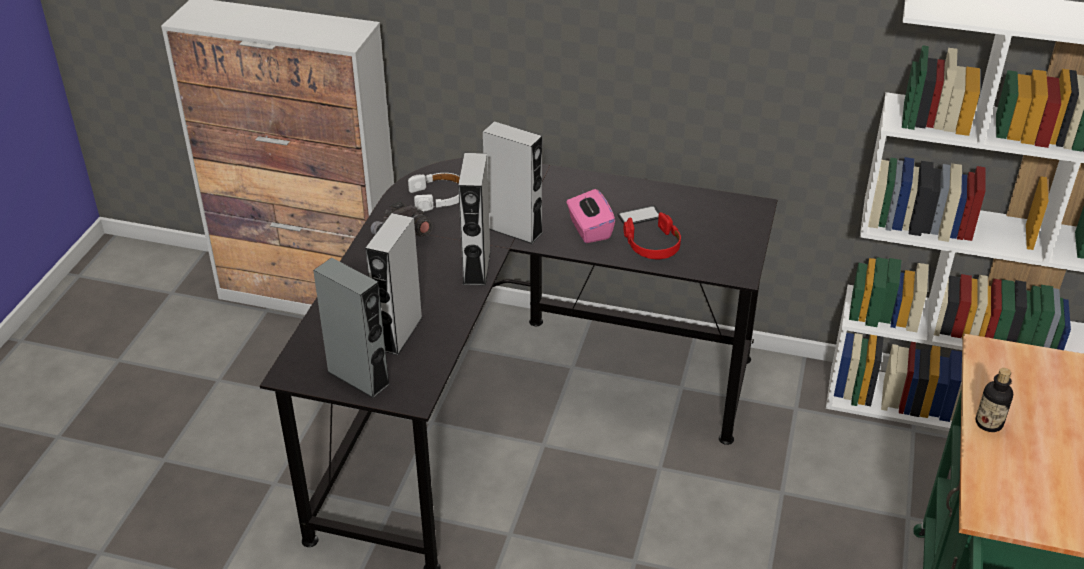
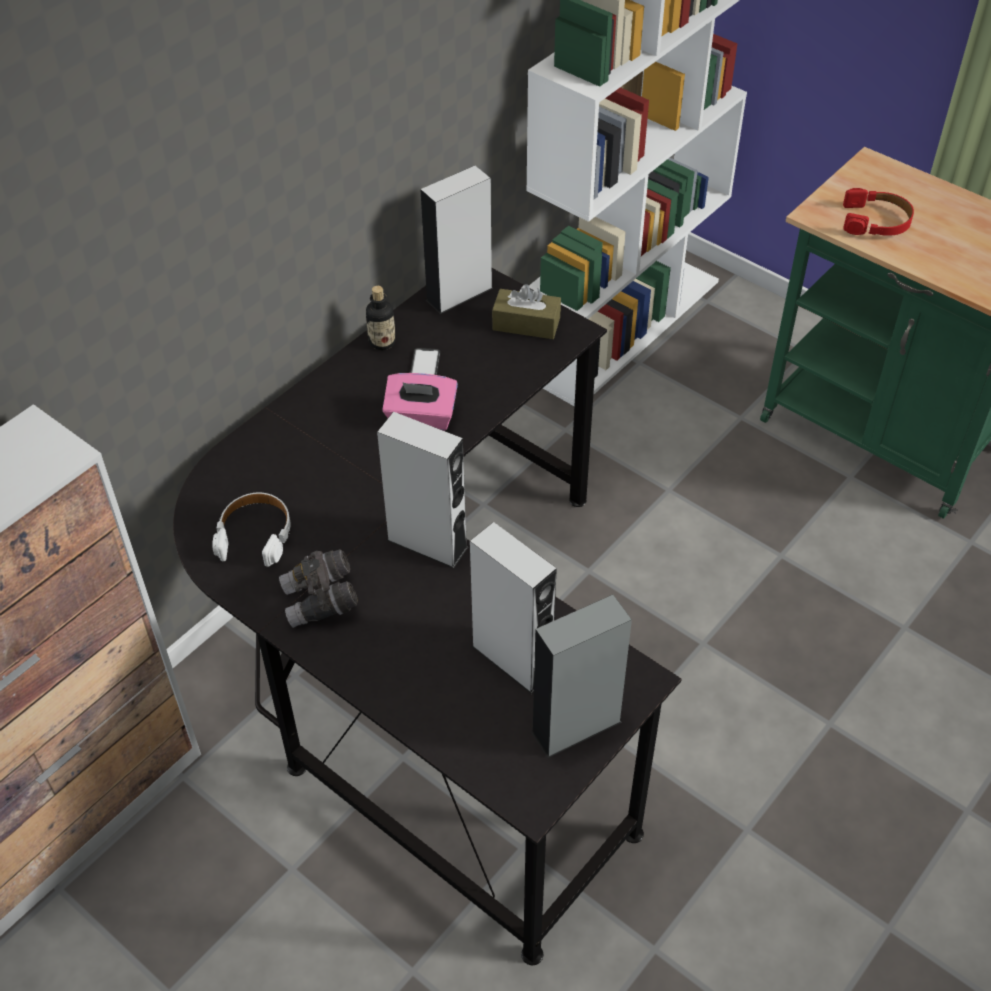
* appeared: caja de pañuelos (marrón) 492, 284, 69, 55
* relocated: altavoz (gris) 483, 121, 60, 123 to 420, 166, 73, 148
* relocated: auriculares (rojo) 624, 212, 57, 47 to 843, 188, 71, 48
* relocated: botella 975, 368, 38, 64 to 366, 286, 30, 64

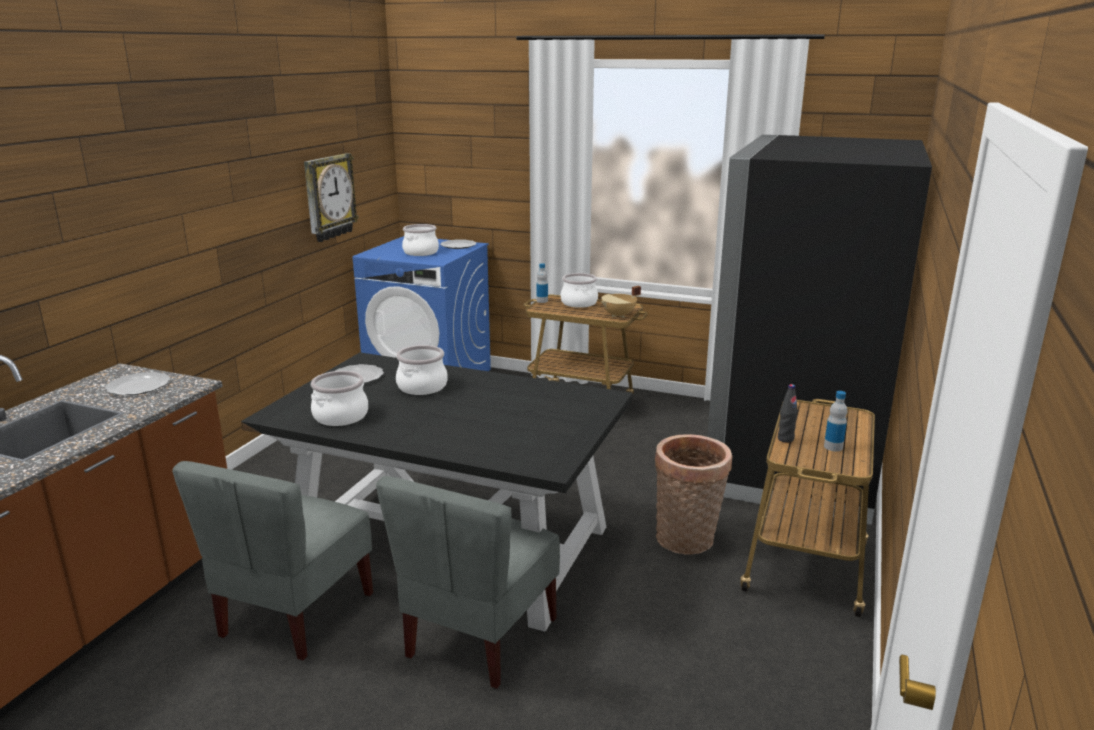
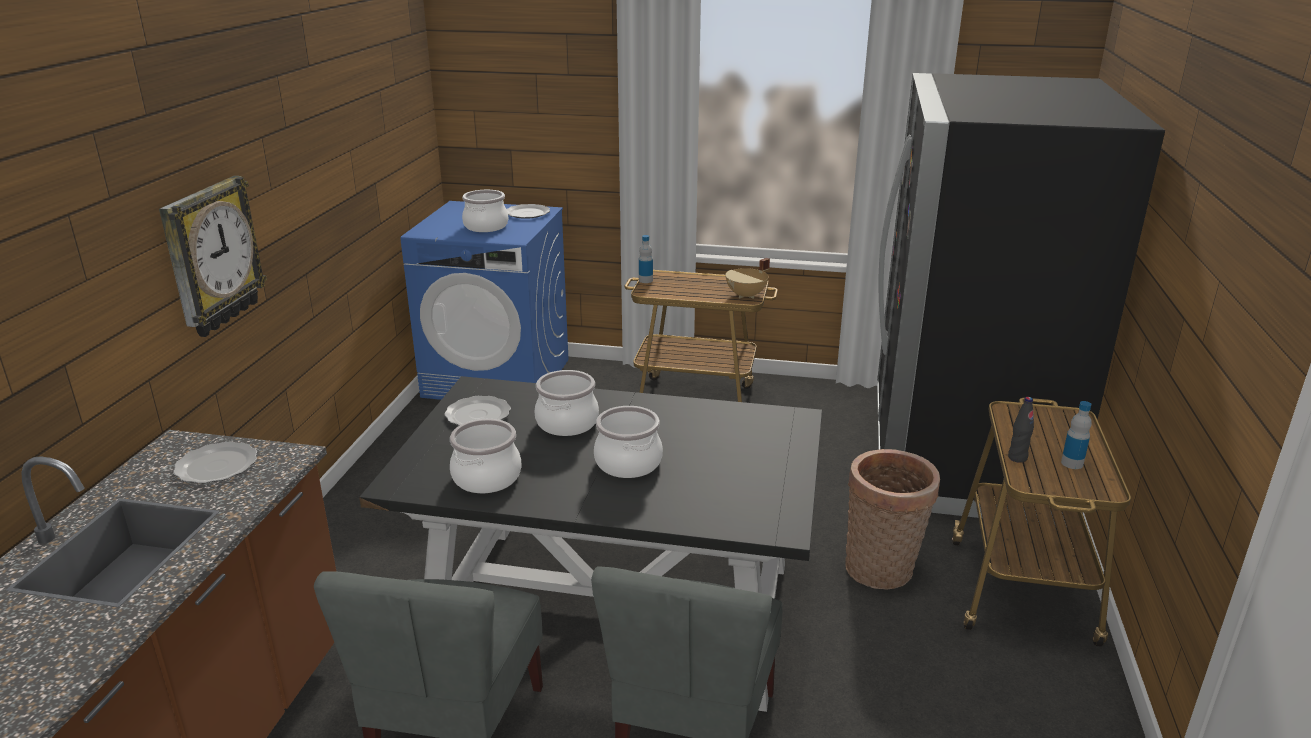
* relocated: reloj de pared 304, 153, 55, 89 to 159, 176, 108, 161
* relocated: olla 561, 273, 37, 35 to 594, 406, 69, 72

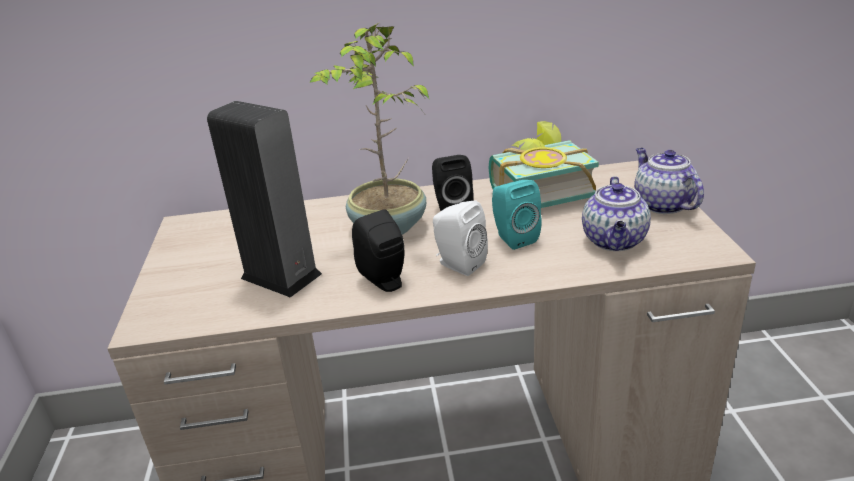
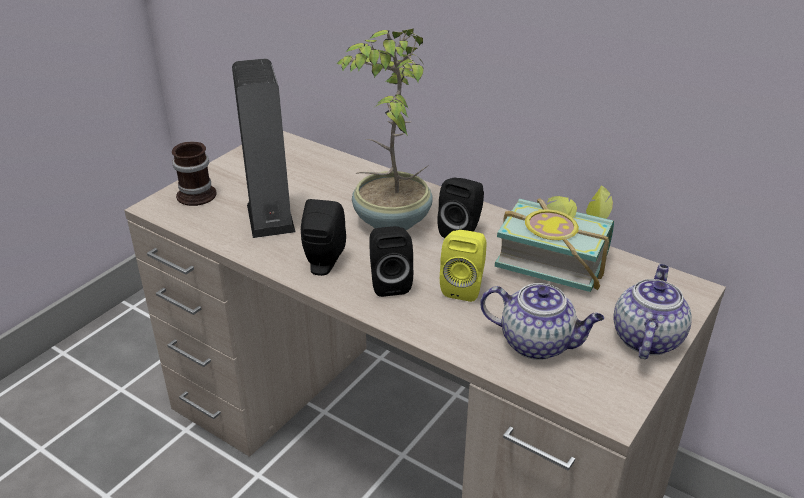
* appeared: taza grande 172, 142, 45, 64
* colour: altavoz (blanco) 433, 200, 55, 76 to altavoz (negro) 370, 226, 43, 71
* colour: altavoz (turquesa) 492, 180, 50, 70 to altavoz (amarillo) 440, 230, 47, 72
* spun: tetera 582, 176, 69, 75 = 480, 283, 124, 77 120 degrees counterclockwise

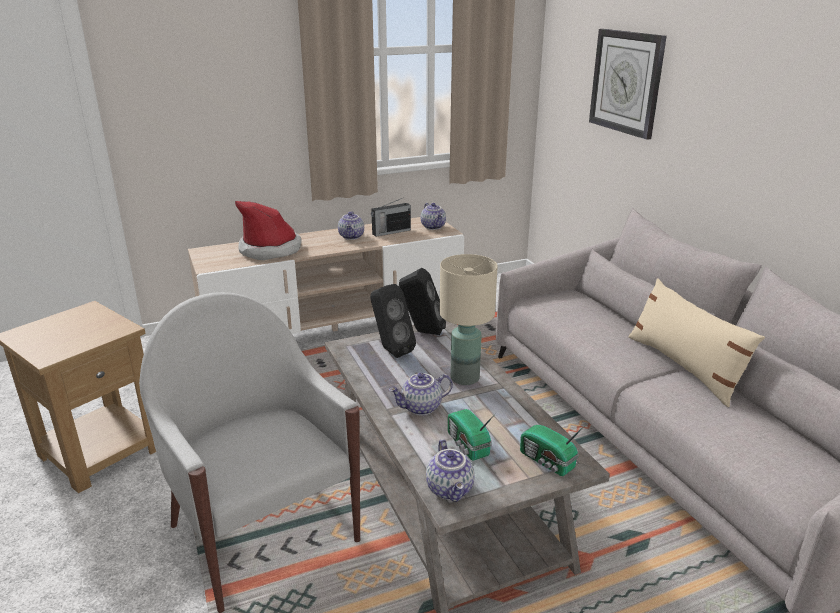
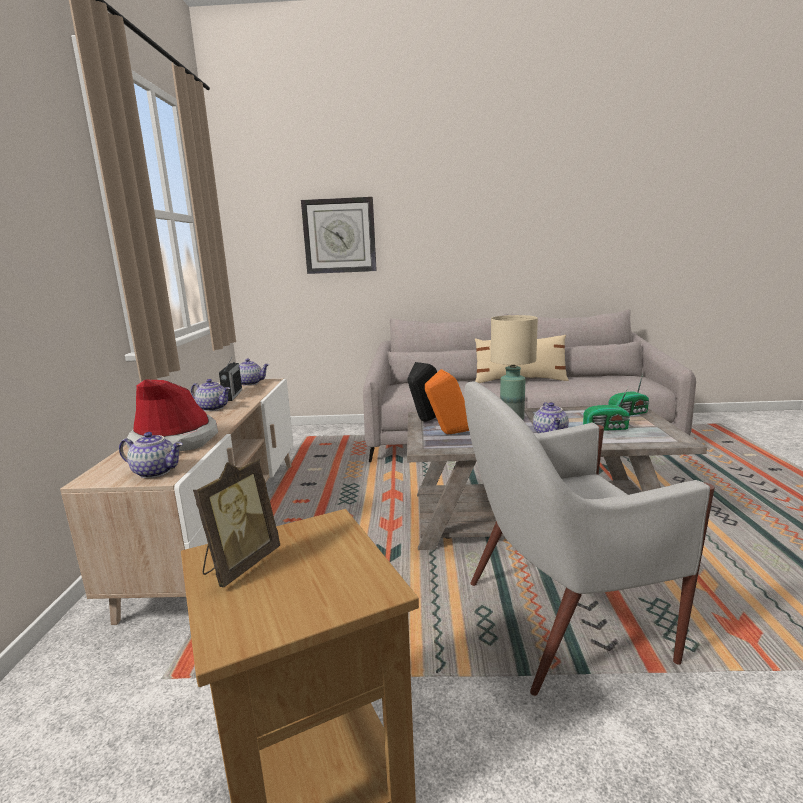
* appeared: portarretratos 193, 459, 87, 129
* relocated: tetera 426, 439, 48, 63 to 119, 432, 64, 46
* colour: altavoz (negro) 370, 284, 46, 74 to altavoz (naranja) 425, 369, 44, 65

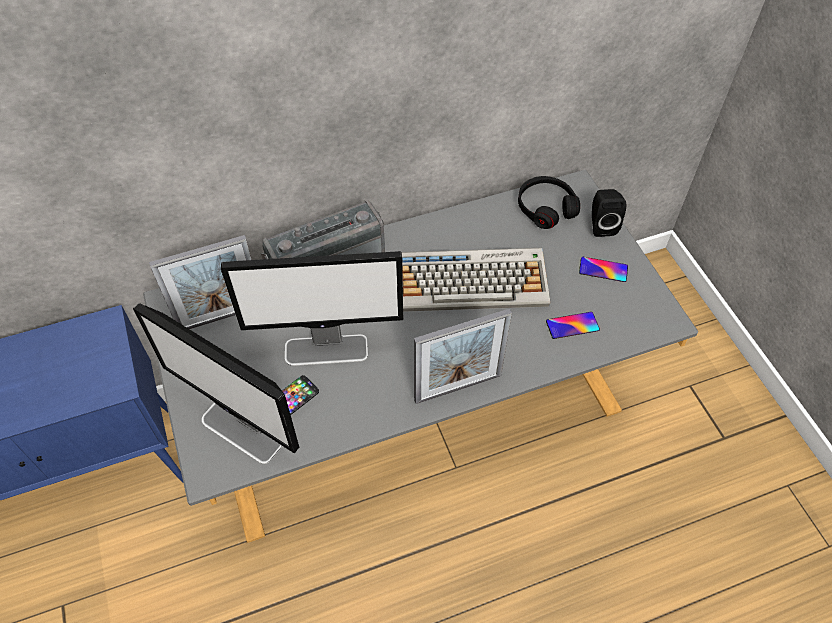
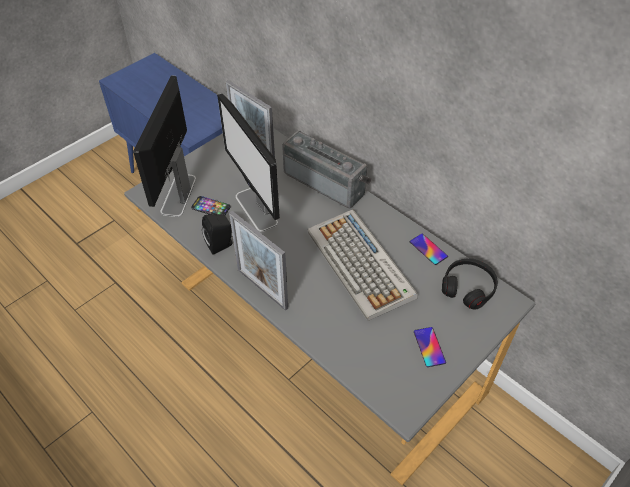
* relocated: móvil 546, 312, 54, 27 to 410, 234, 38, 31
* relocated: altavoz (negro) 592, 189, 34, 48 to 202, 214, 31, 41

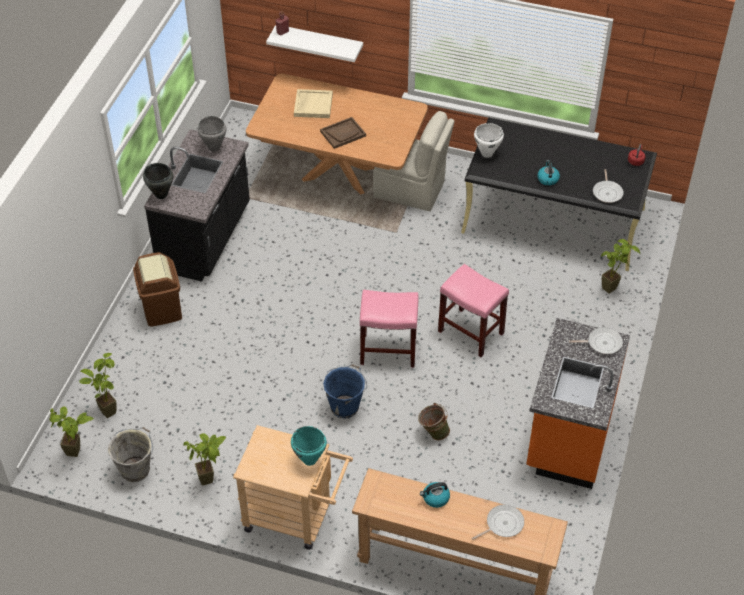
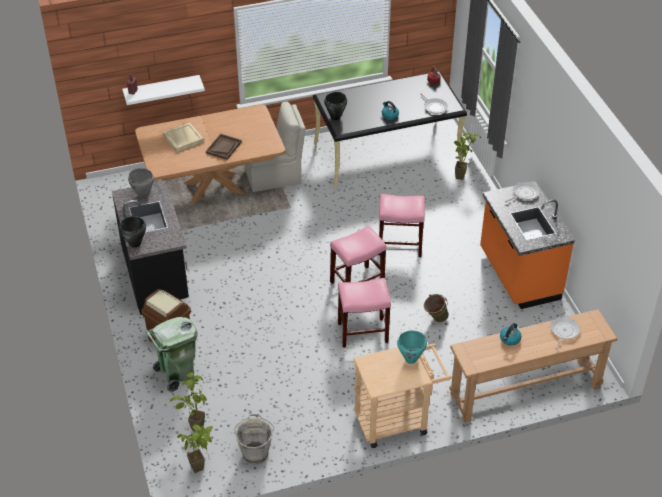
* missing: planta en maceta 183, 433, 43, 53
* appeared: papelera (verde) 145, 317, 52, 75
* exchanged: cubo (azul) 323, 364, 44, 55 to taburete (rosa) 338, 278, 53, 70
* colour: olla (blanco) 474, 123, 30, 35 to olla (negro) 324, 92, 23, 28

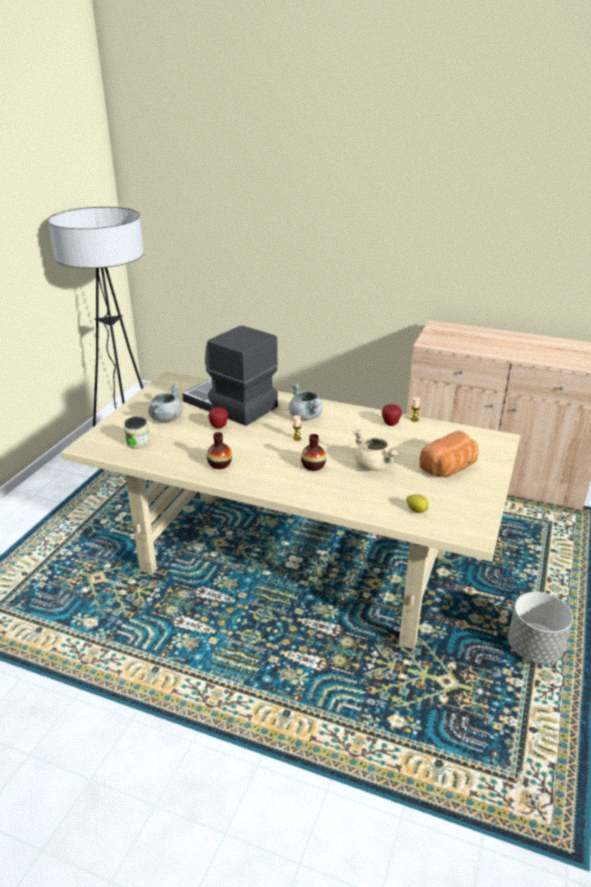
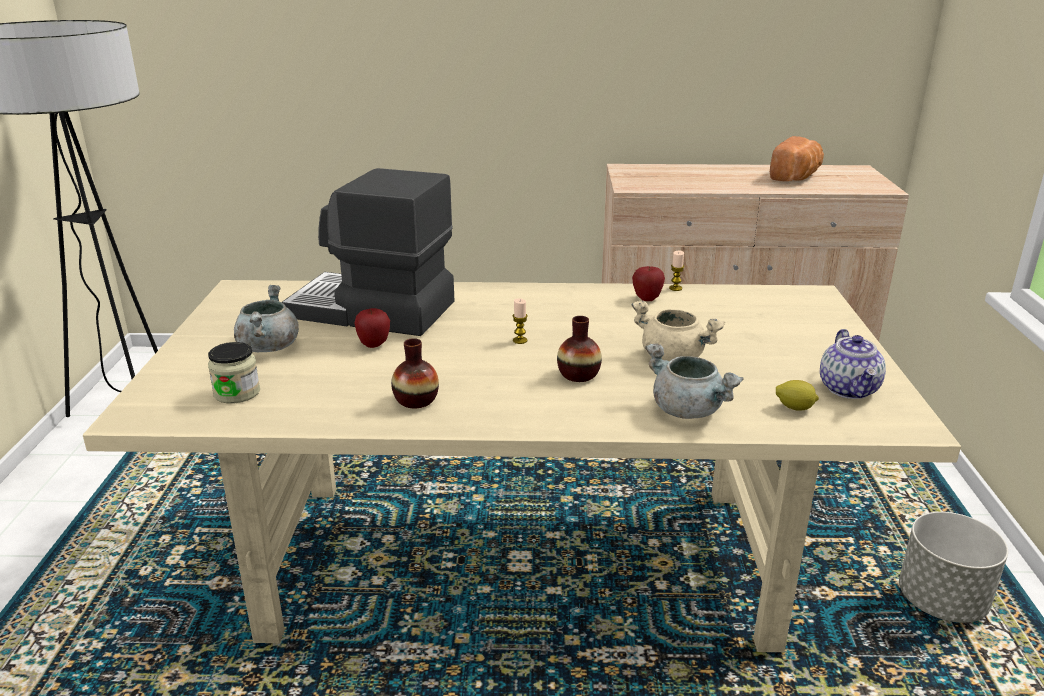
* appeared: tetera 820, 329, 66, 70
* relocated: olla (gris) 289, 383, 34, 37 to 645, 343, 99, 76
* relocated: pan 420, 430, 59, 48 to 770, 136, 54, 45

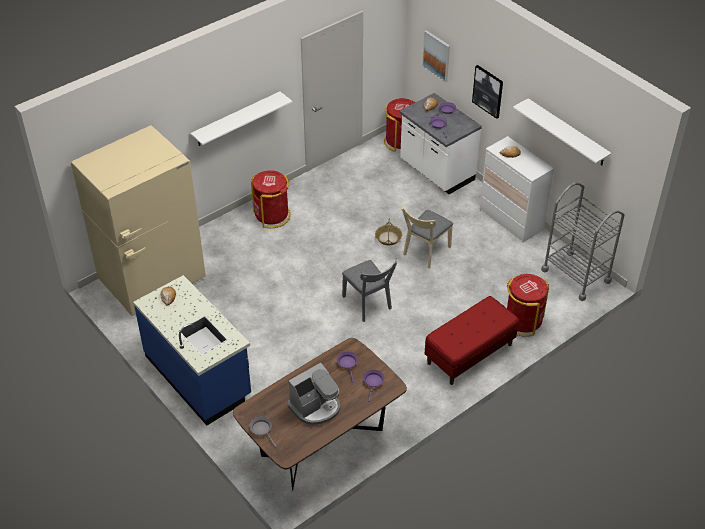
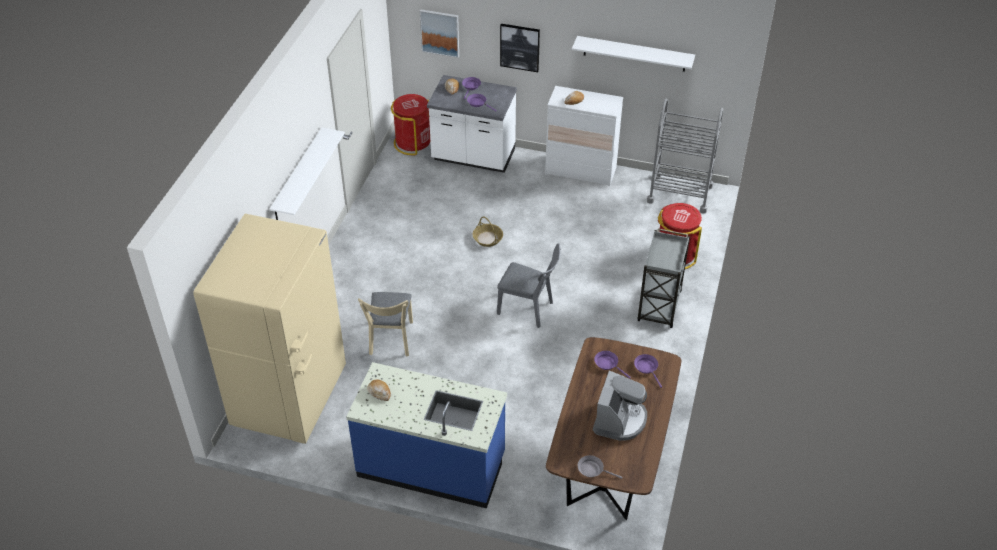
* missing: papelera (rojo) 251, 170, 40, 58
* relocated: silla (beis) 402, 204, 51, 65 to 358, 292, 55, 65
* exchanged: banco (rojo) 425, 296, 94, 89 to carrito (gris) 637, 228, 53, 100

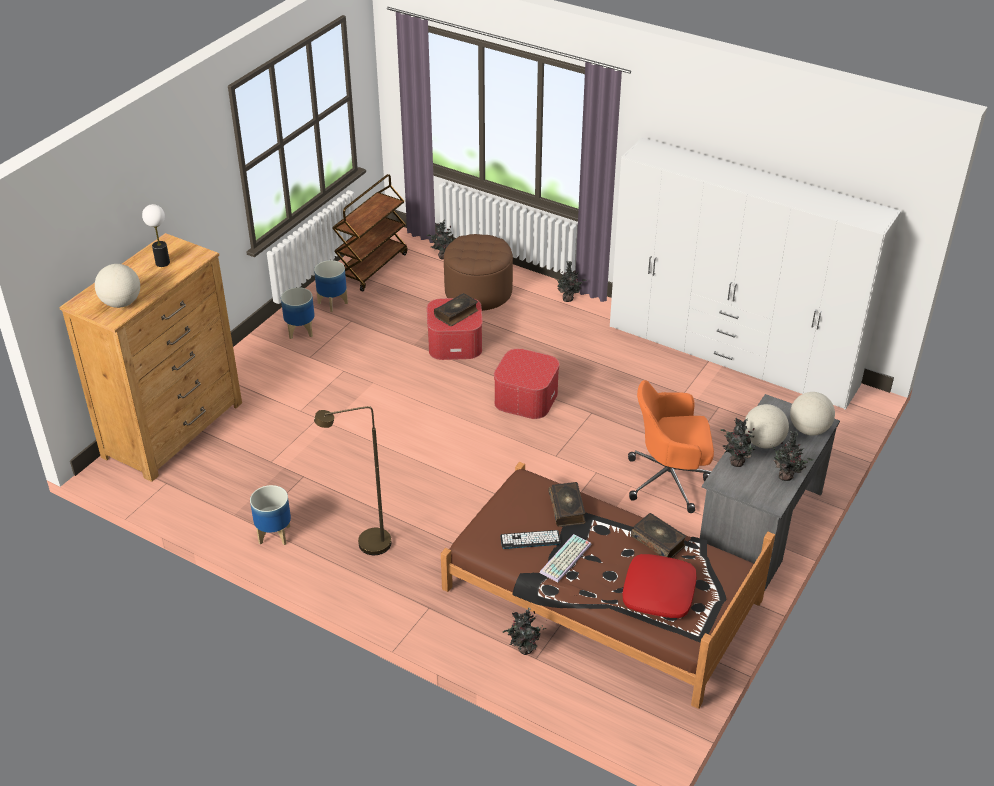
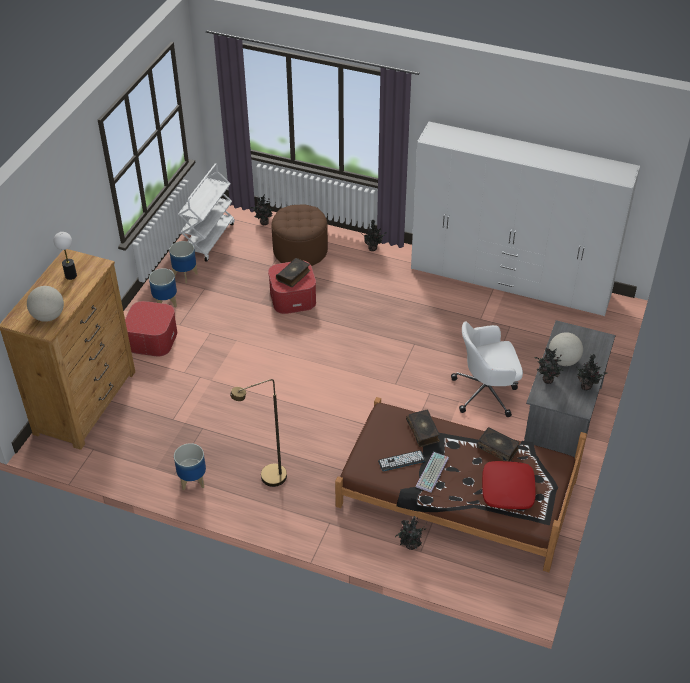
* missing: globo terráqueo 790, 392, 45, 43
* relocated: puf 494, 348, 66, 71 to 125, 301, 52, 56
* colour: carrito (marrón) 332, 174, 76, 118 to carrito (blanco) 178, 163, 56, 99
* colour: silla de oficina (naranja) 628, 380, 86, 133 to silla de oficina (blanco) 451, 322, 72, 95

